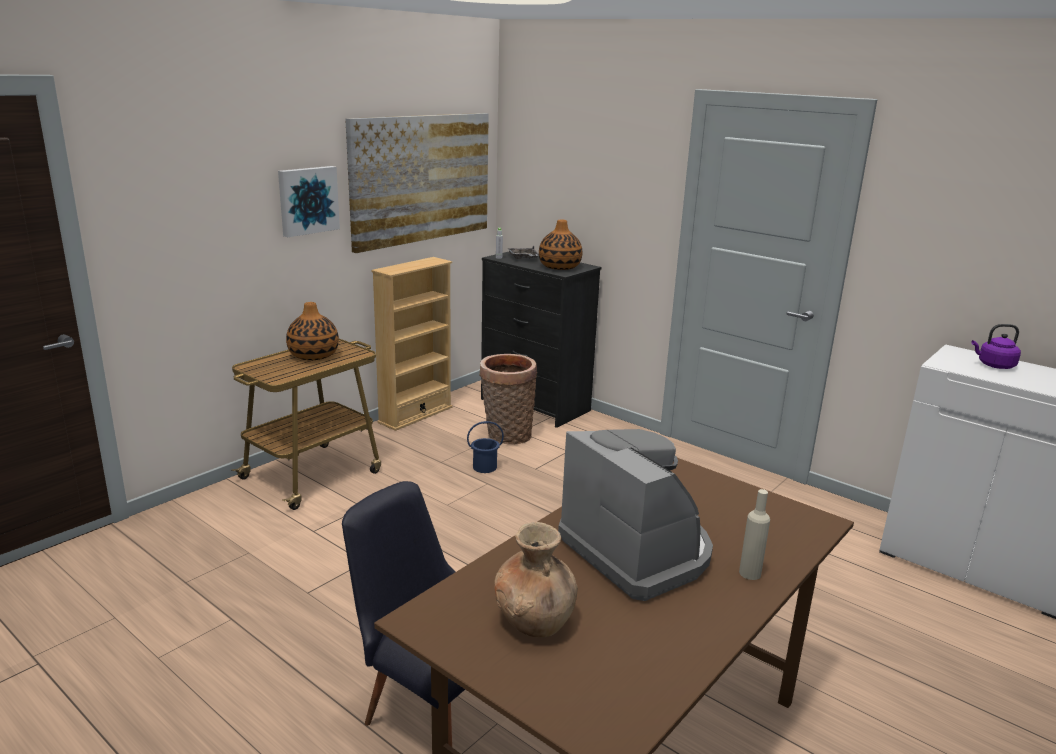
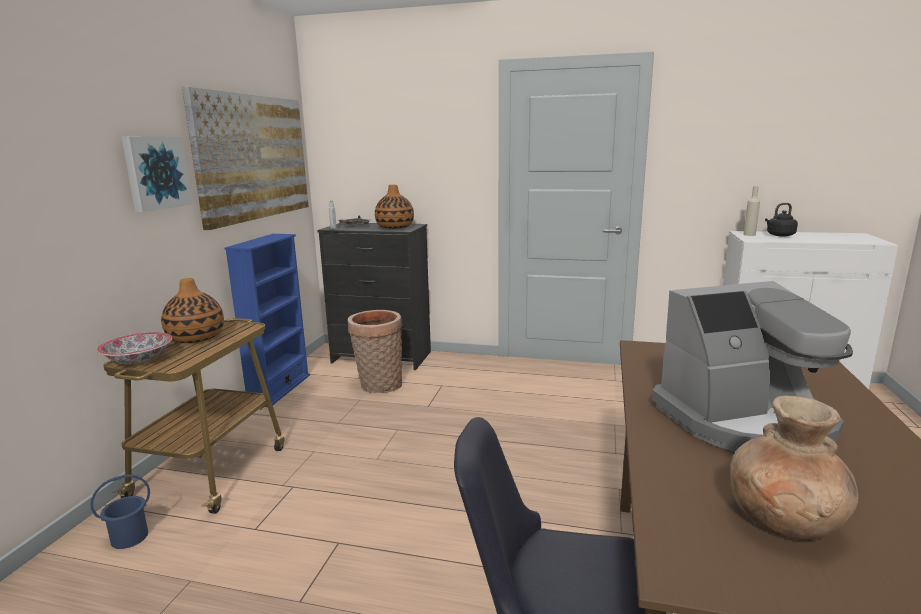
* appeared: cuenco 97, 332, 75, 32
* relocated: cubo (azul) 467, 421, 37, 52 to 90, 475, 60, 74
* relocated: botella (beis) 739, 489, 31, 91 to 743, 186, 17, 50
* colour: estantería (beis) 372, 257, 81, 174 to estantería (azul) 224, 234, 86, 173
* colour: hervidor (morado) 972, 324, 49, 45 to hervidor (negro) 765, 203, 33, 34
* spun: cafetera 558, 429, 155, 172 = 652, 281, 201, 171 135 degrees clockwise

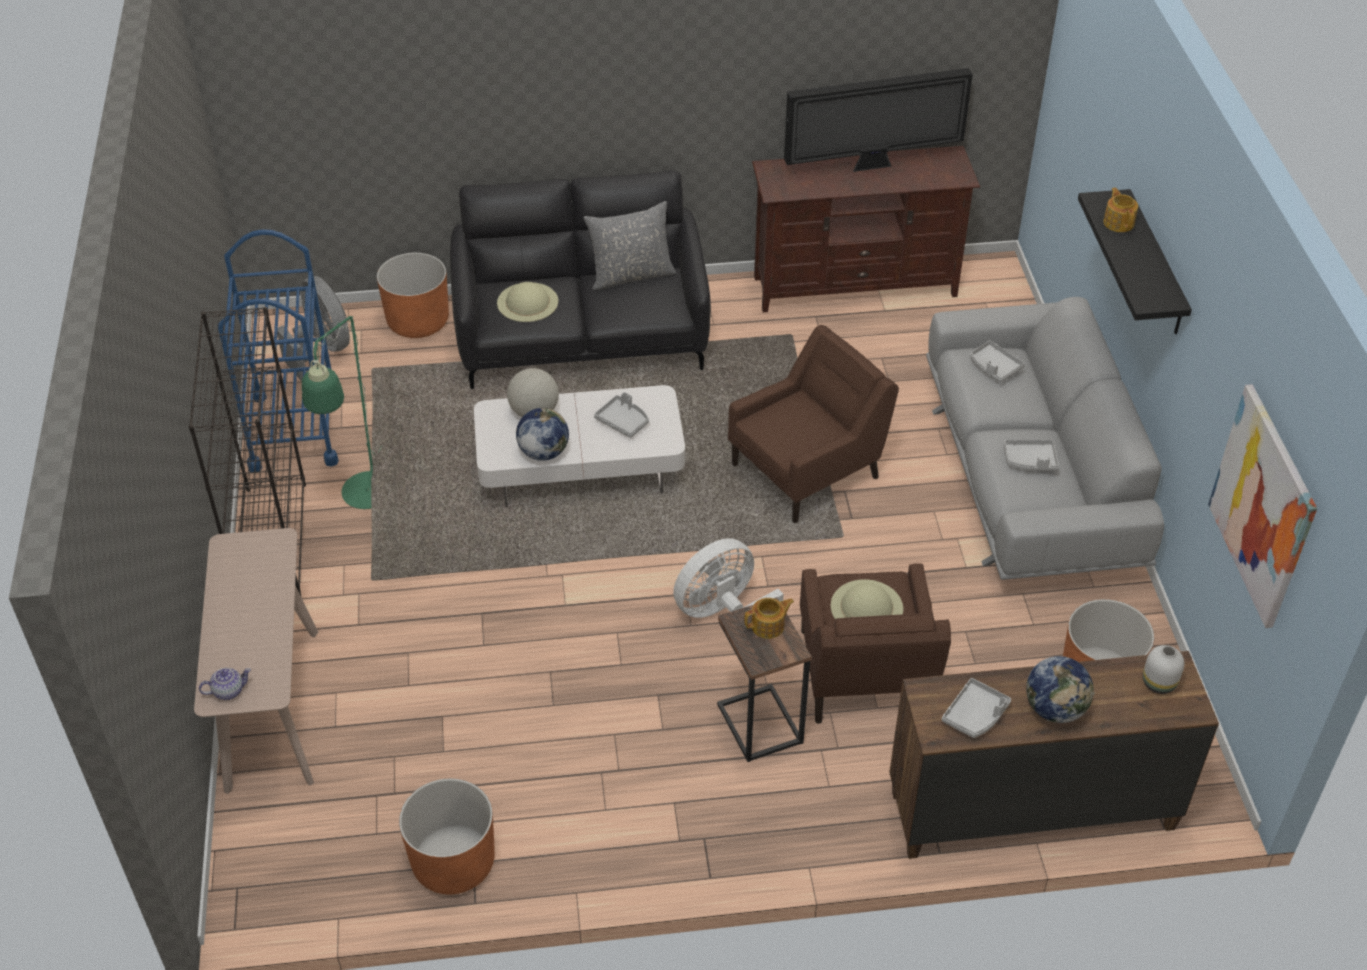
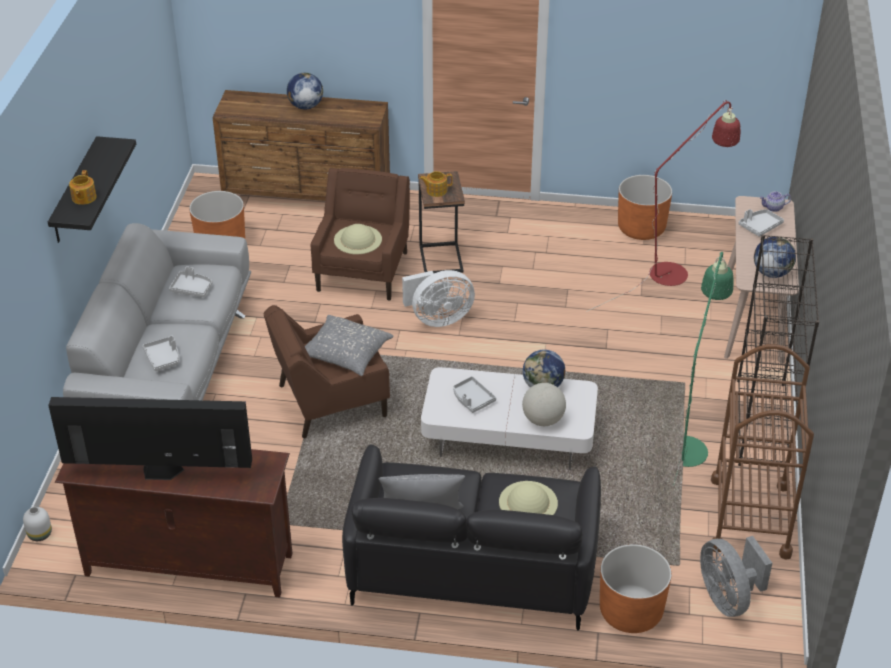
* missing: cuadro 1208, 384, 109, 244
* appeared: cojín (gris) 305, 315, 89, 61
* appeared: lámpara de pie (rojo) 586, 100, 155, 212
* appeared: globo terráqueo 754, 237, 42, 41
* relocated: bandeja (gris) 942, 678, 69, 60 to 738, 209, 46, 28
* relocated: florero (blanco) 1143, 645, 41, 49 to 23, 507, 29, 34
* colour: carrito (azul) 217, 229, 122, 243 to carrito (marrón) 711, 344, 103, 216

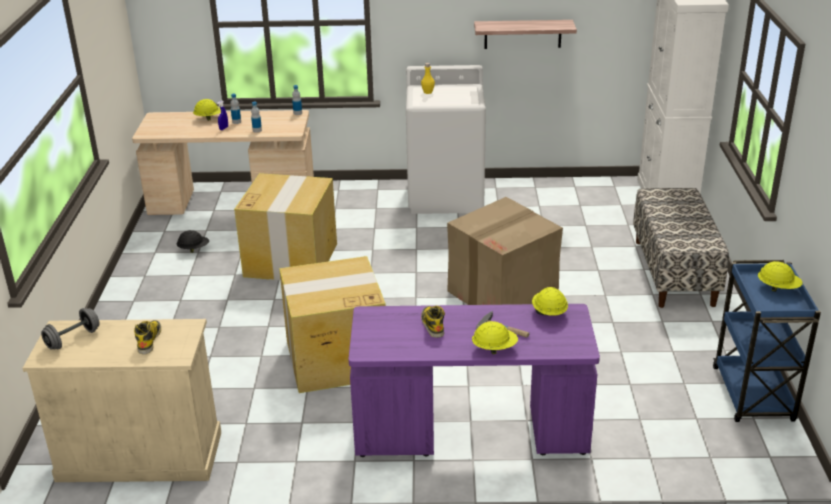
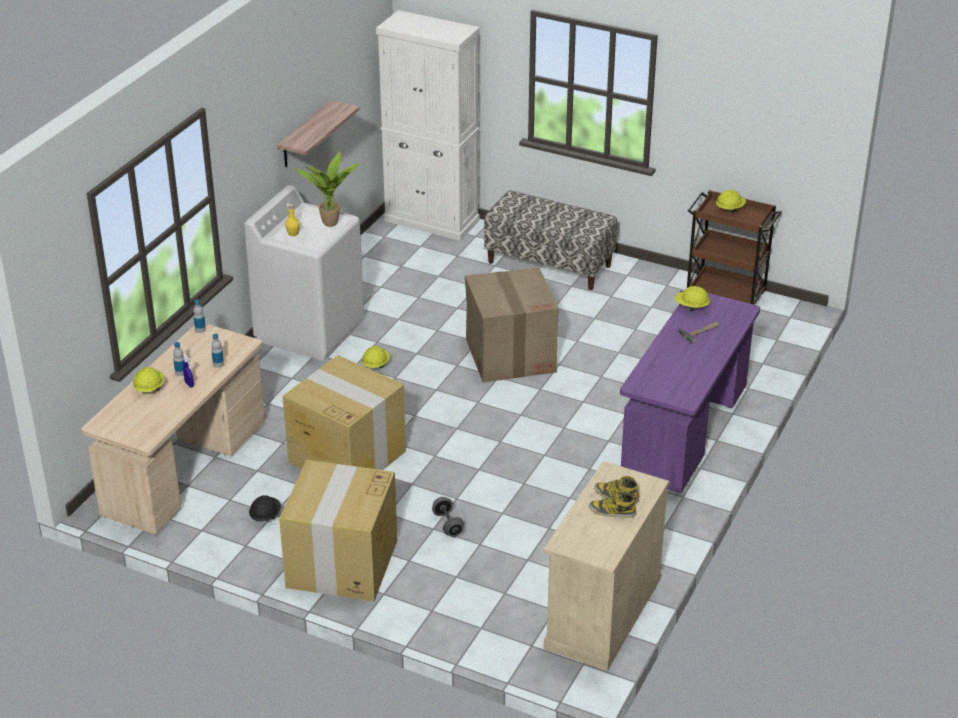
* appeared: planta en maceta 295, 152, 64, 75
* relocated: mancuerna (gris) 41, 308, 59, 41 to 432, 497, 32, 40
* relocated: caja de cartón 279, 256, 107, 137 to 279, 460, 118, 142
* relocated: bota 421, 306, 24, 32 to 589, 490, 47, 28
* relocated: casco (amarillo) 472, 321, 46, 33 to 362, 346, 28, 22
* colour: carrito (azul) 713, 260, 108, 162 to carrito (marrón) 680, 190, 101, 115

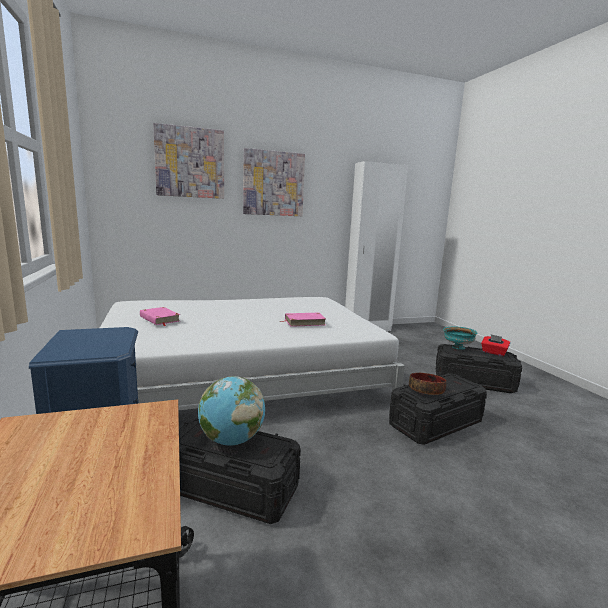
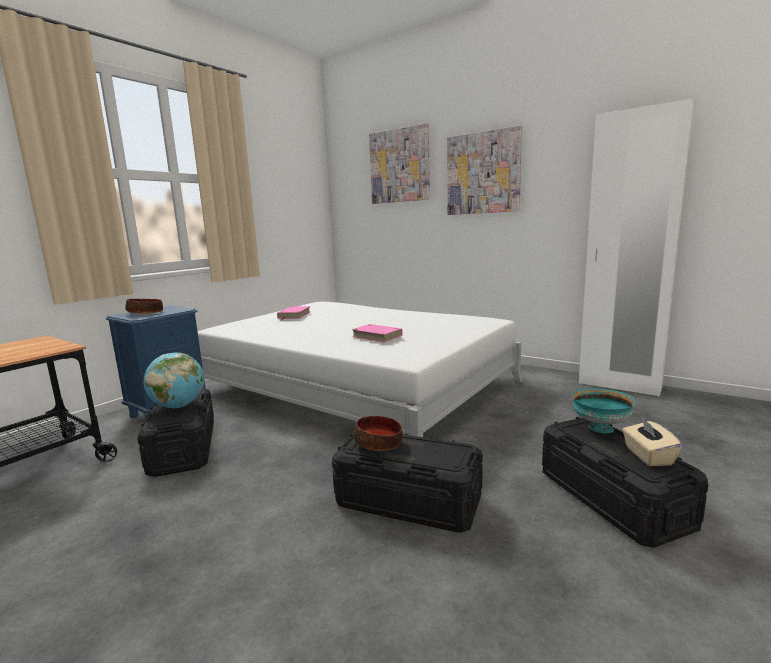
* appeared: cuenco 126, 299, 37, 15
* colour: caja de pañuelos (rojo) 481, 334, 29, 22 to caja de pañuelos (beis) 622, 417, 60, 49

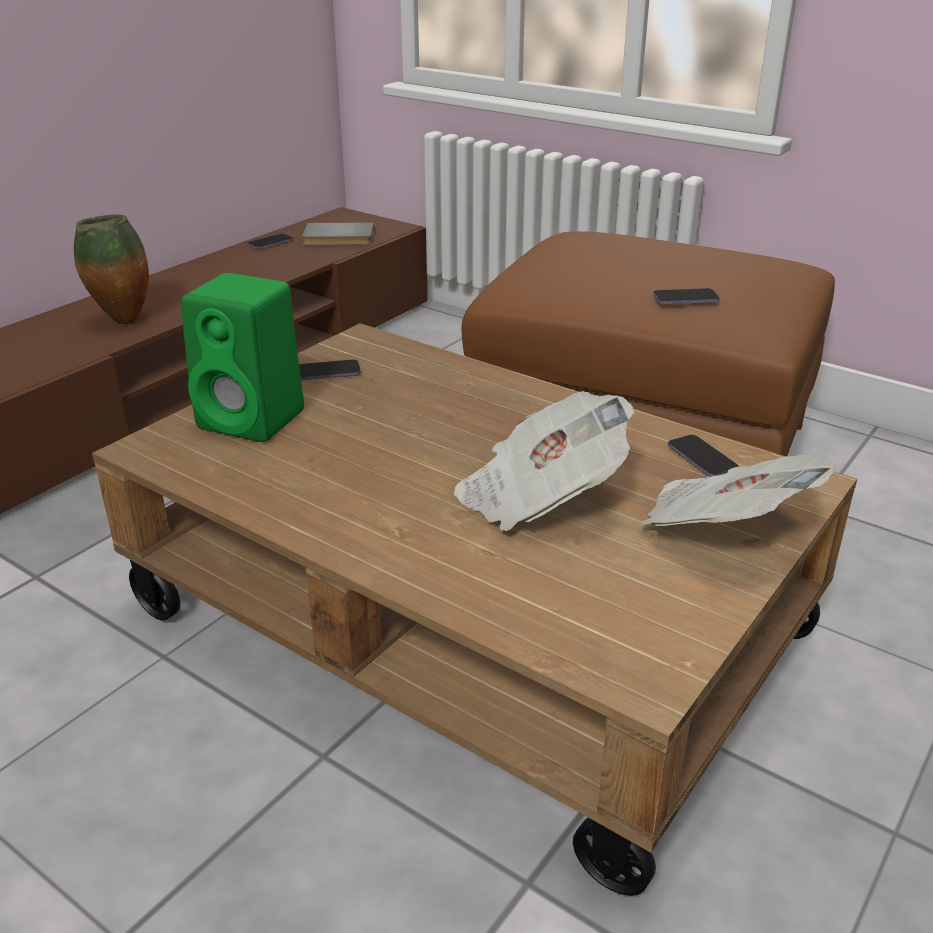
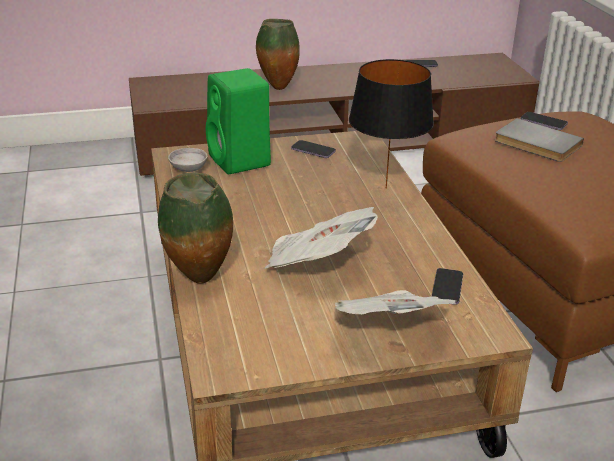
* appeared: florero 158, 172, 75, 112
* appeared: cuenco (gris) 168, 148, 39, 24
* appeared: lámpara de mesa (negro) 349, 59, 85, 130
* relocated: libro (gris) 302, 222, 73, 23 to 495, 118, 89, 44
* relocated: móvil 653, 288, 67, 16 to 521, 112, 47, 18

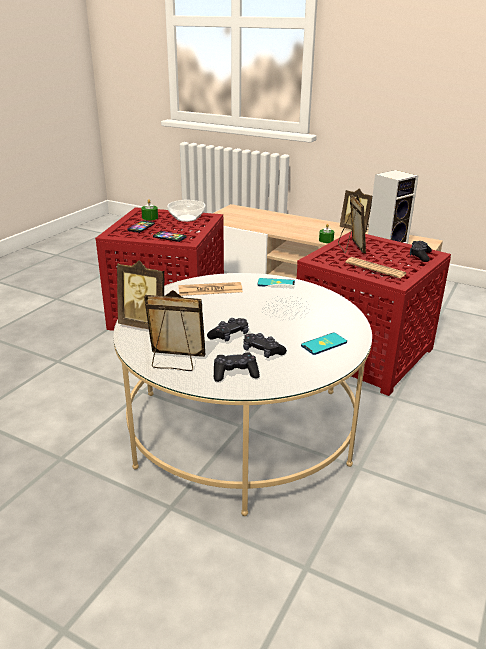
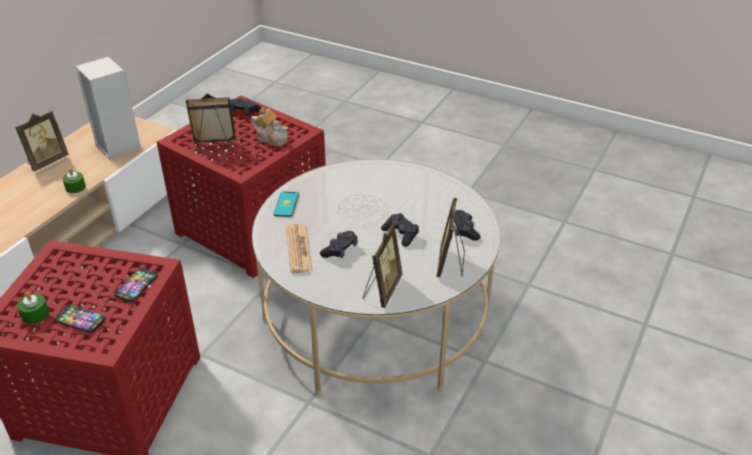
* missing: cuenco 167, 200, 38, 22
* missing: móvil 301, 333, 46, 22
* relocated: mando de consola (negro) 243, 333, 44, 25 to 320, 231, 38, 27
* exchanged: periódico 346, 257, 61, 21 to tetera 251, 108, 37, 38

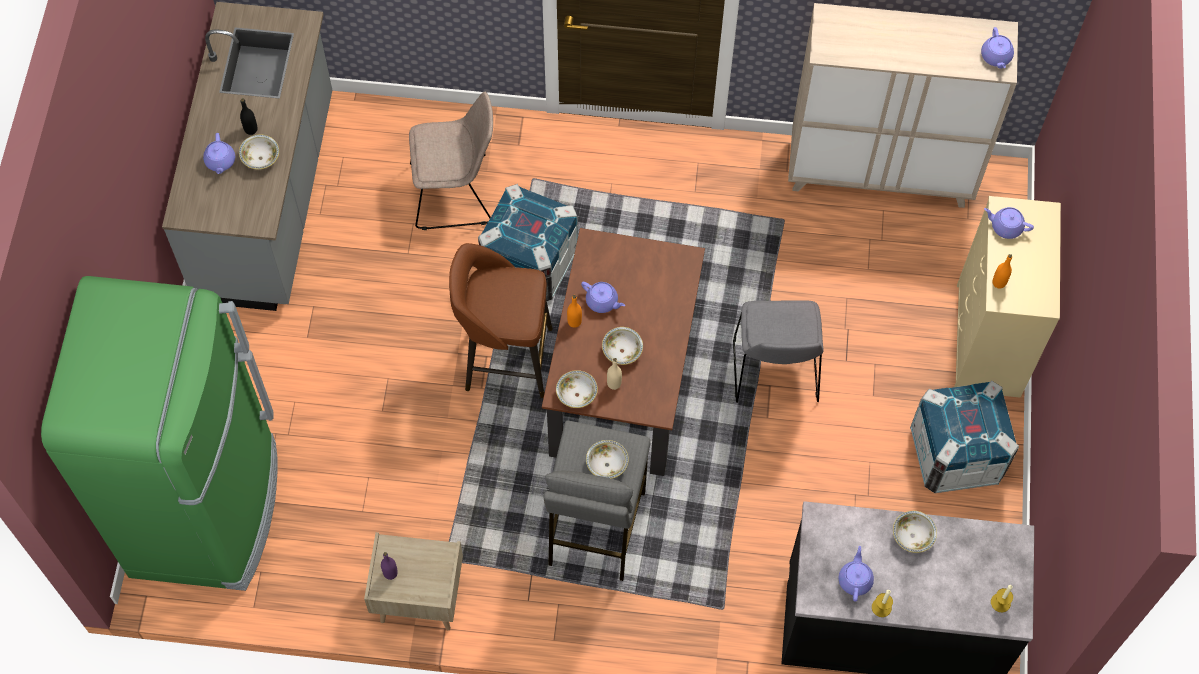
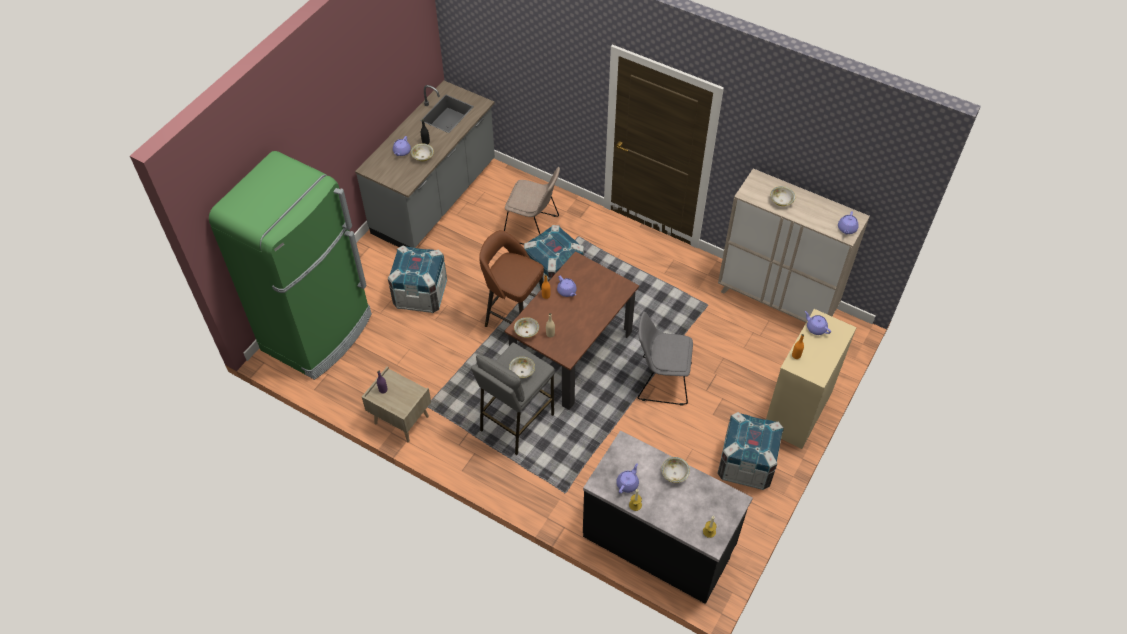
* appeared: caja de embalaje 388, 245, 59, 68
* relocated: cuenco 602, 327, 41, 38 to 770, 186, 25, 20
* spun: silla (gris) 733, 300, 91, 103 = 638, 312, 55, 93 75 degrees clockwise

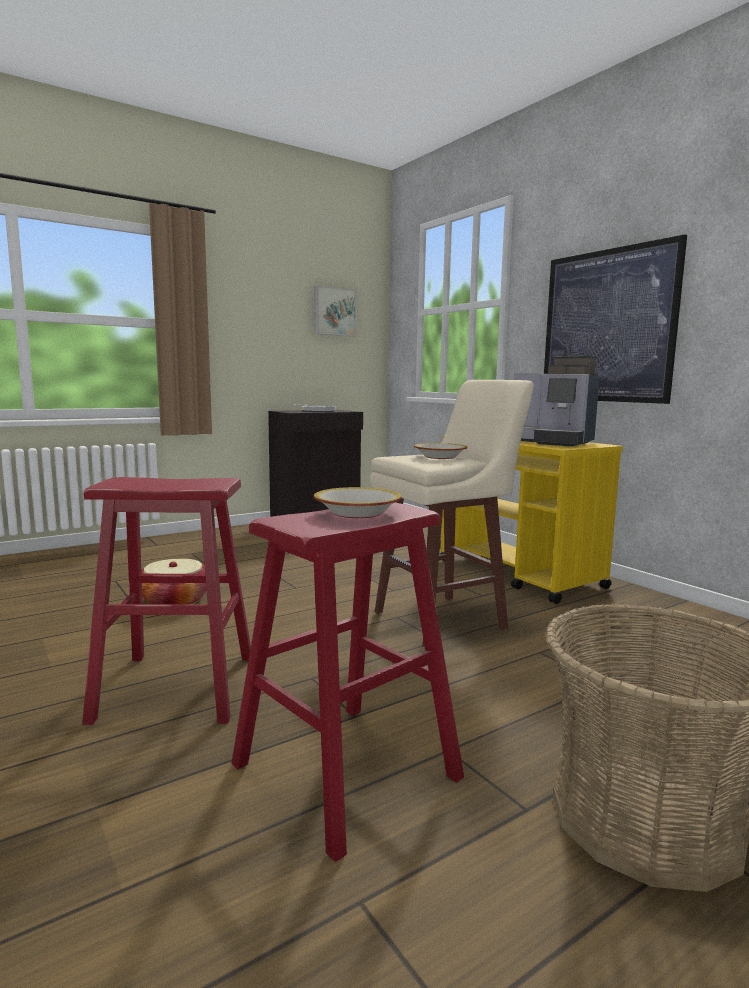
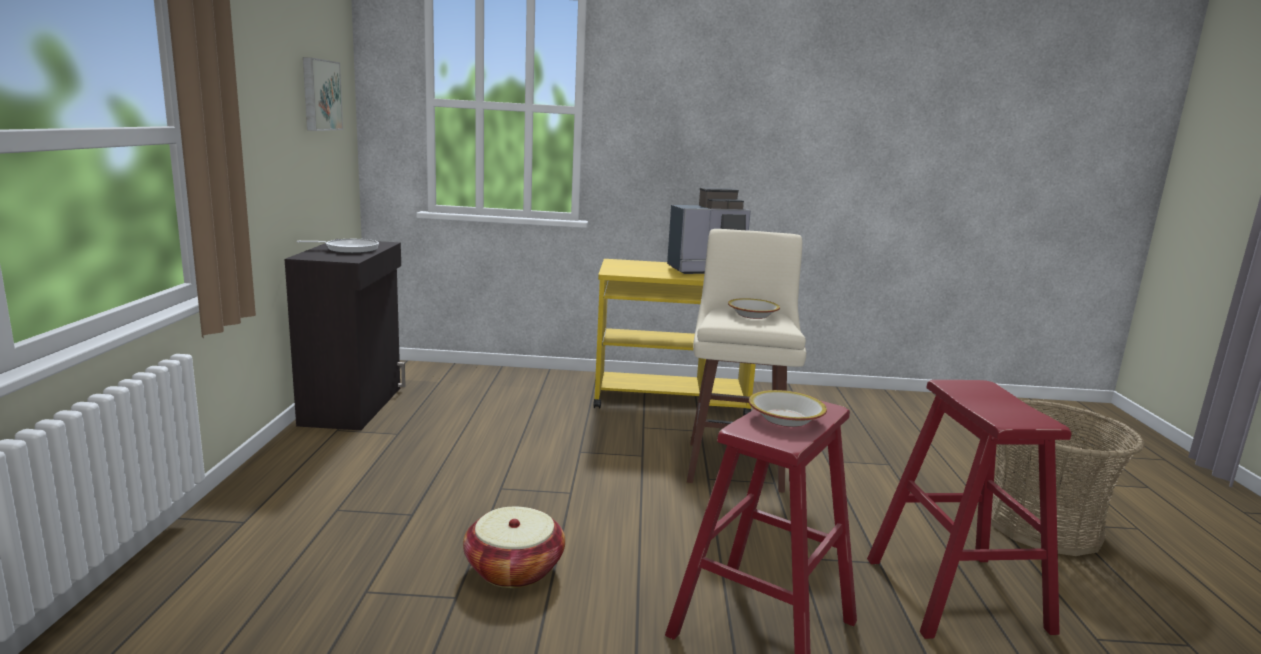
* missing: cuadro 544, 234, 143, 170
* relocated: cuenco 314, 487, 88, 31 to 749, 390, 78, 37

